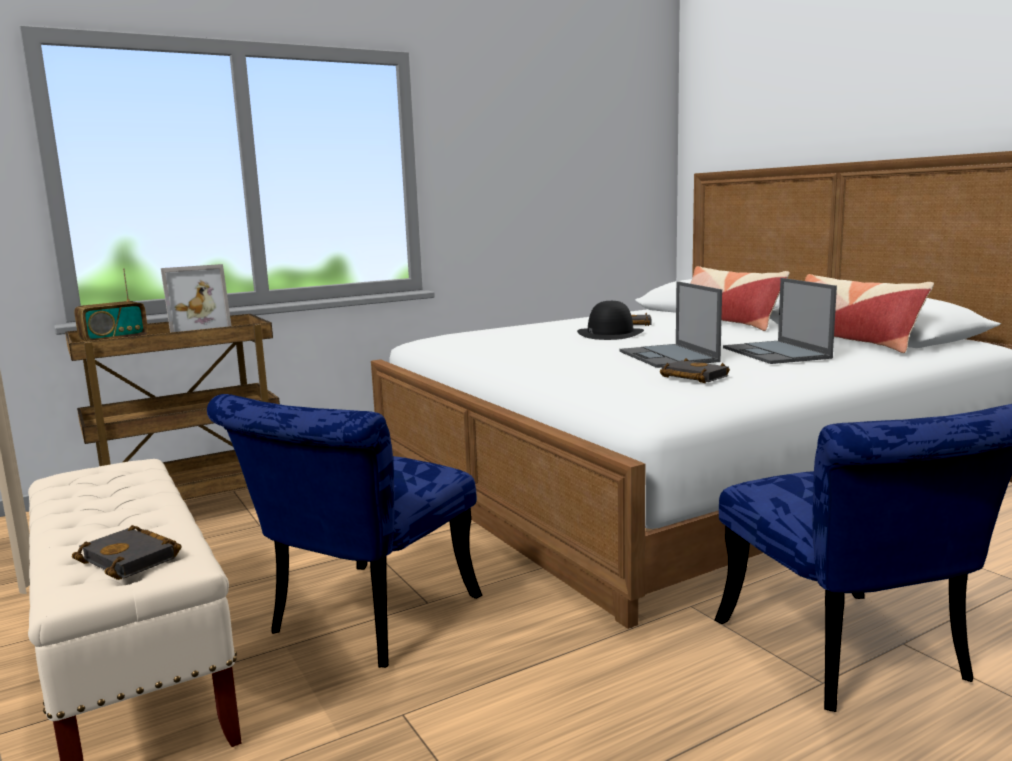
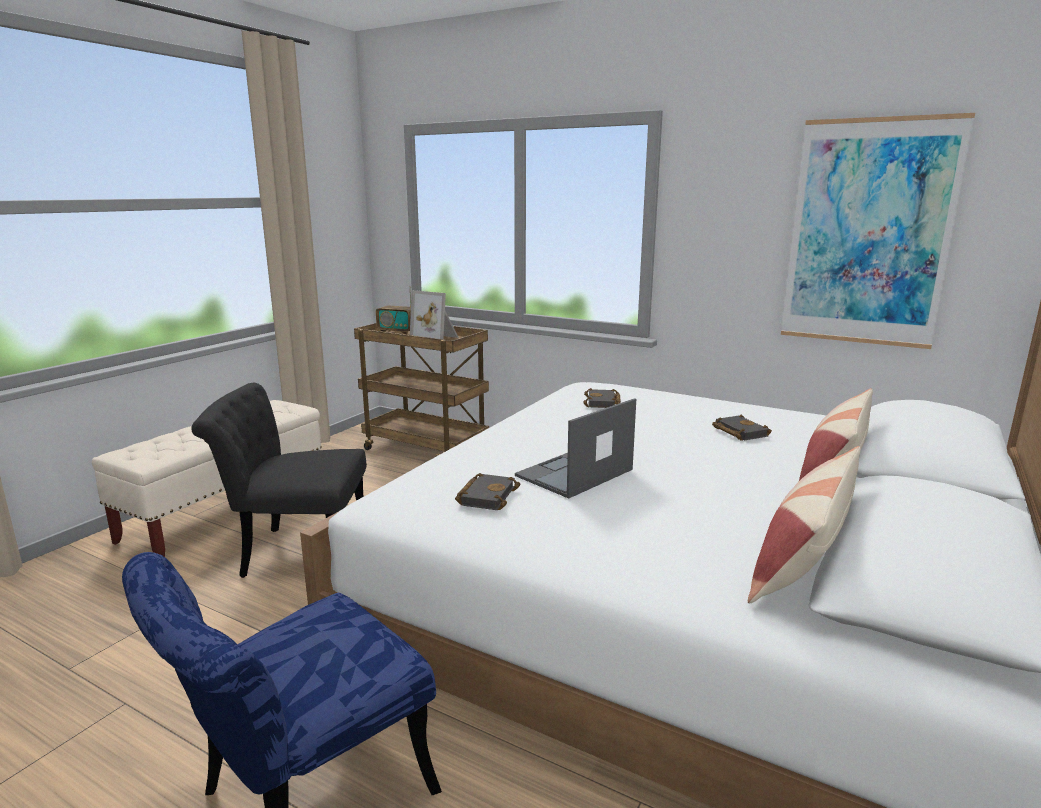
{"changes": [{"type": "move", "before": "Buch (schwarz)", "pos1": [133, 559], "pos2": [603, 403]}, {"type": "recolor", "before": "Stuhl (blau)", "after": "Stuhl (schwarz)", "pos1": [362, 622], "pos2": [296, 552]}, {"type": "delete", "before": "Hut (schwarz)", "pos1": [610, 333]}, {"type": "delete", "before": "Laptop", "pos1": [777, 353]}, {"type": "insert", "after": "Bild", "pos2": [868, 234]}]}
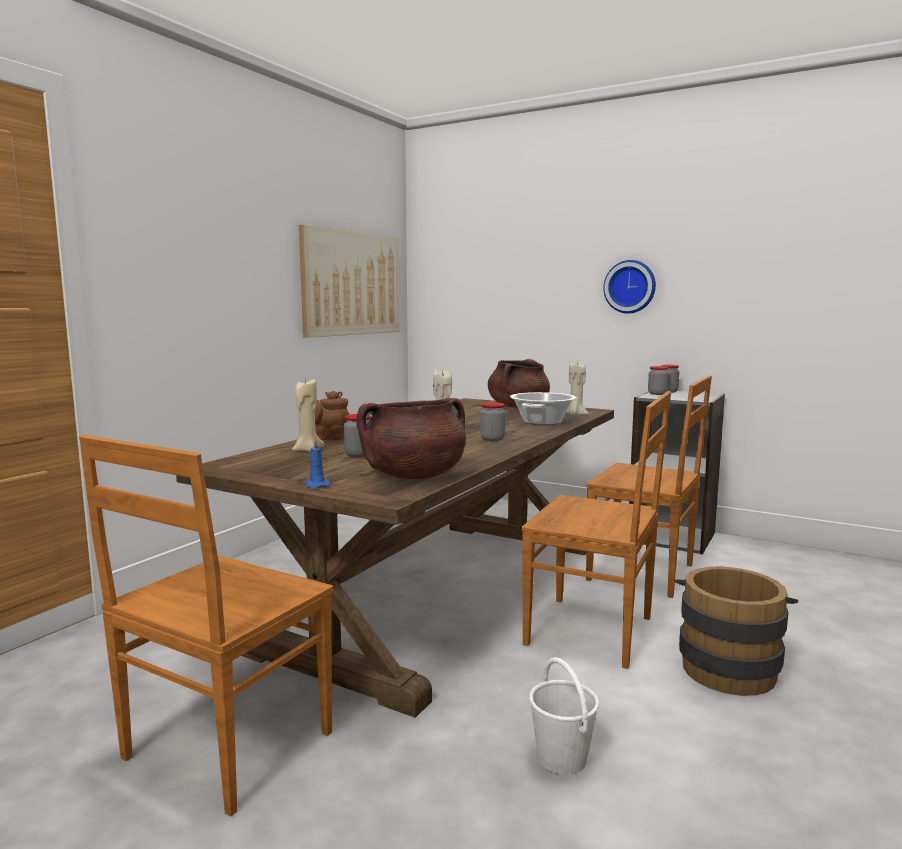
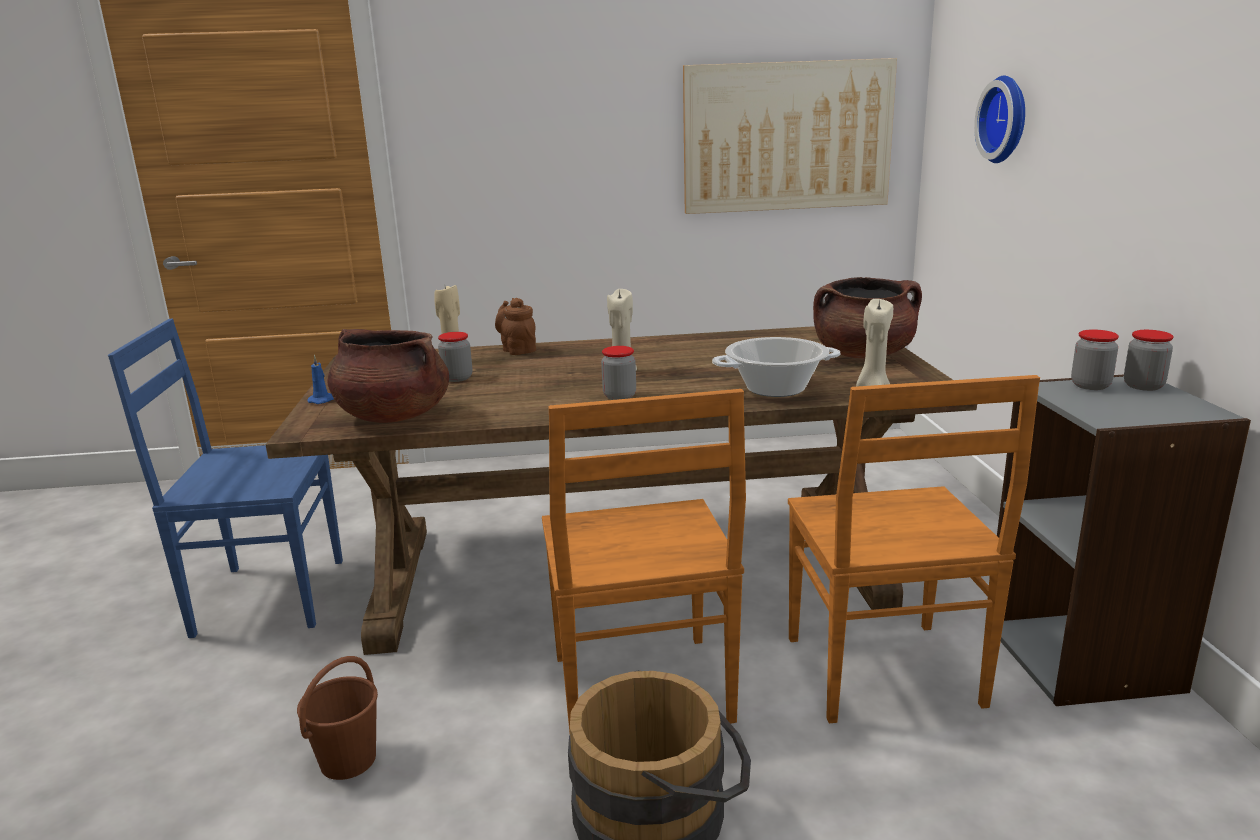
{"changes": [{"type": "recolor", "before": "Stuhl (braun)", "after": "Stuhl (blau)", "pos1": [224, 748], "pos2": [265, 597]}, {"type": "recolor", "before": "Eimer (weiß)", "after": "Eimer (braun)", "pos1": [562, 759], "pos2": [347, 761]}, {"type": "move", "before": "Wanduhr", "pos1": [630, 287], "pos2": [1007, 119]}]}
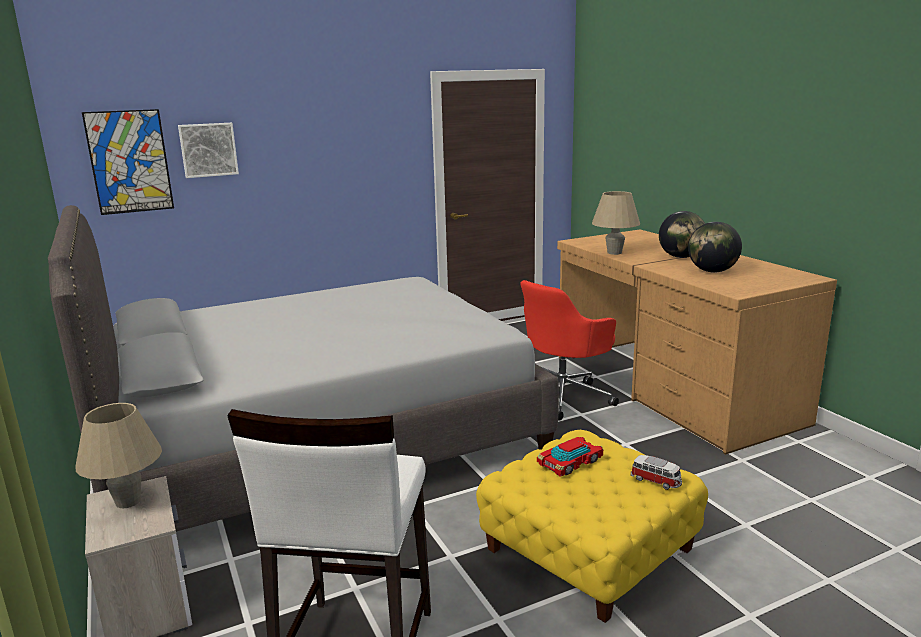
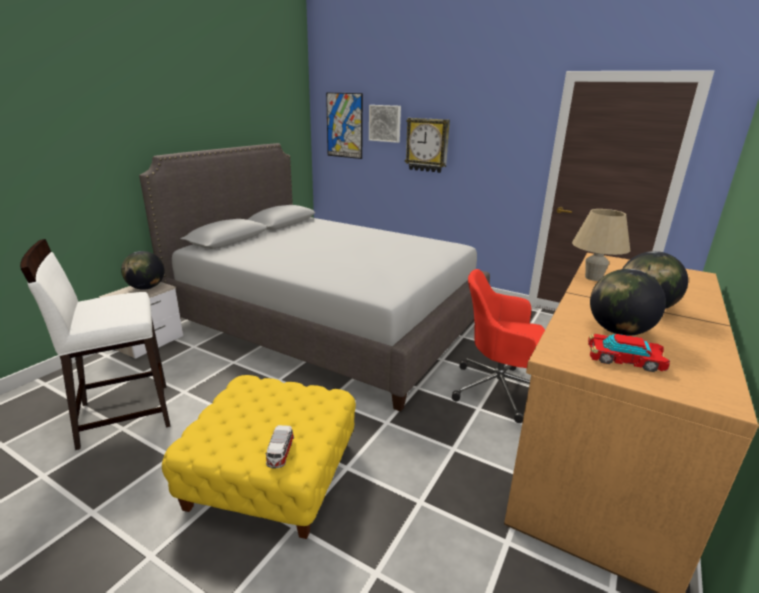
{"changes": [{"type": "replace", "before": "Tischlampe (beige)", "after": "Globus", "pos1": [128, 501], "pos2": [146, 288]}, {"type": "move", "before": "Spielzeugauto", "pos1": [571, 462], "pos2": [624, 359]}, {"type": "insert", "after": "Wanduhr", "pos2": [427, 145]}]}
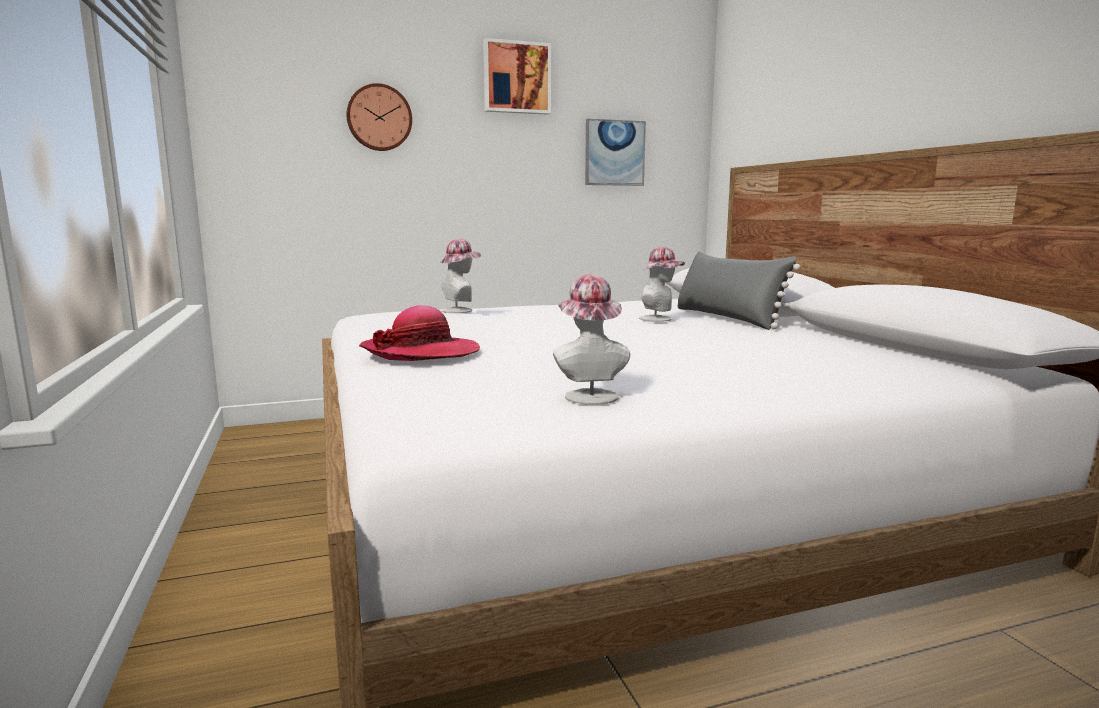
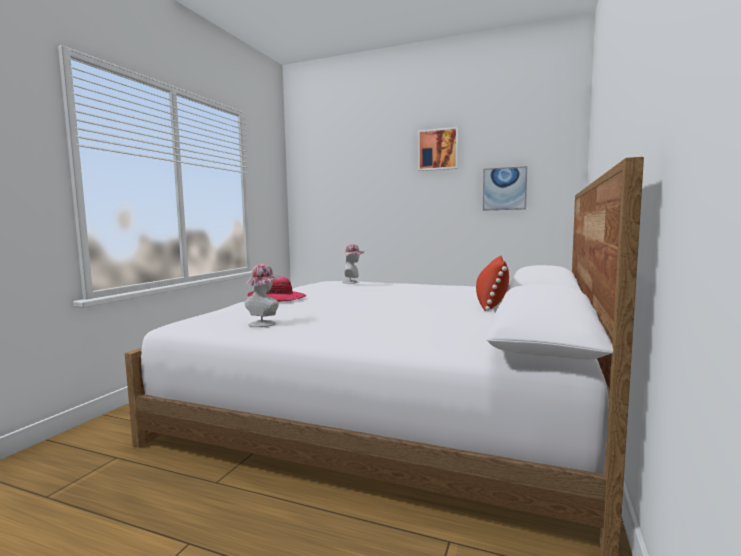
{"changes": [{"type": "delete", "before": "Wanduhr", "pos1": [379, 118]}, {"type": "delete", "before": "Hut", "pos1": [659, 319]}, {"type": "recolor", "before": "Kissen (grau)", "after": "Kissen (rot)", "pos1": [727, 318], "pos2": [491, 301]}]}
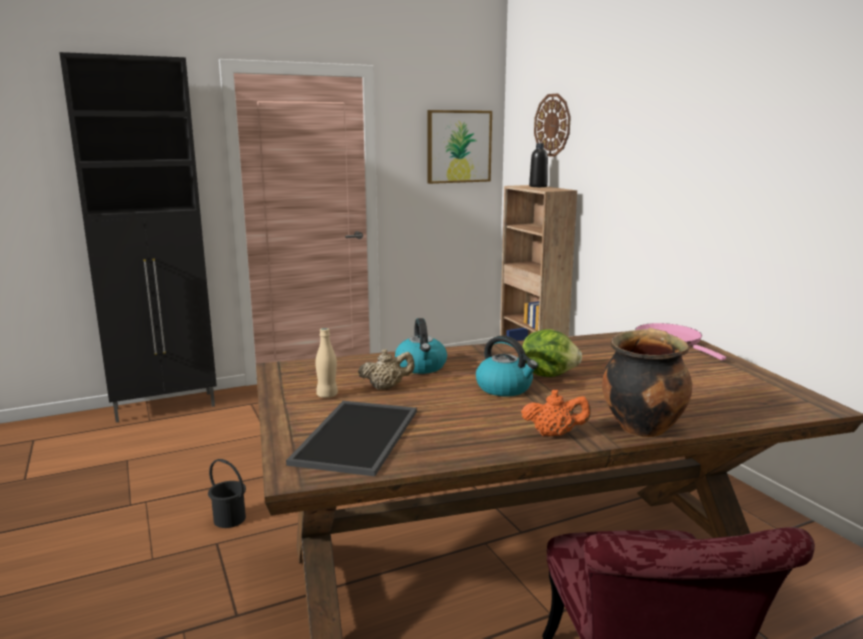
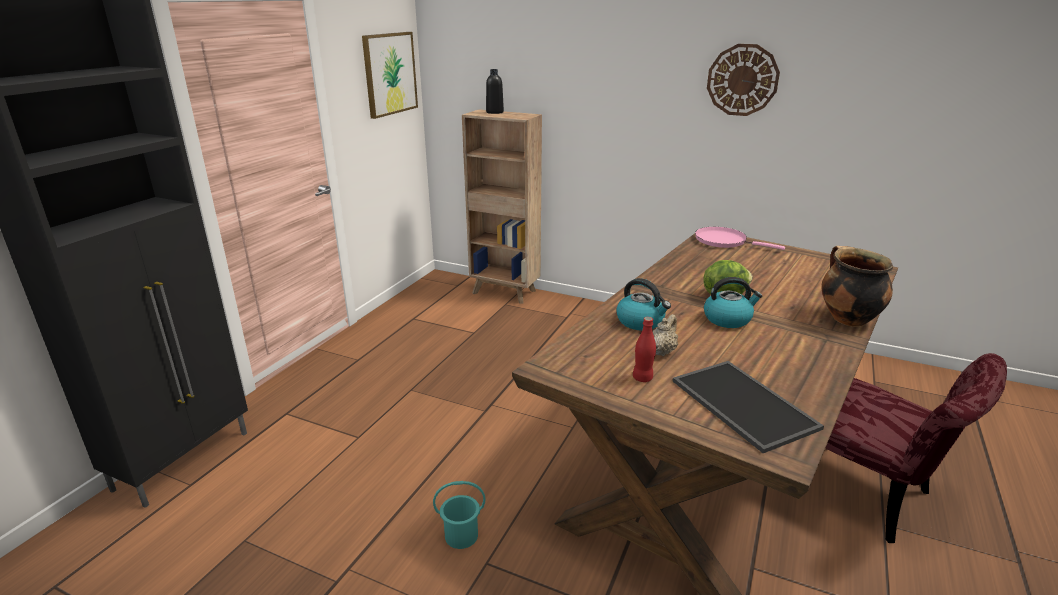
{"changes": [{"type": "recolor", "before": "Eimer (schwarz)", "after": "Eimer (türkis)", "pos1": [229, 519], "pos2": [461, 536]}, {"type": "recolor", "before": "Flasche (beige)", "after": "Flasche (rot)", "pos1": [327, 395], "pos2": [642, 378]}, {"type": "delete", "before": "Teekanne (orange)", "pos1": [554, 434]}, {"type": "move", "before": "Wanduhr", "pos1": [552, 125], "pos2": [742, 80]}]}
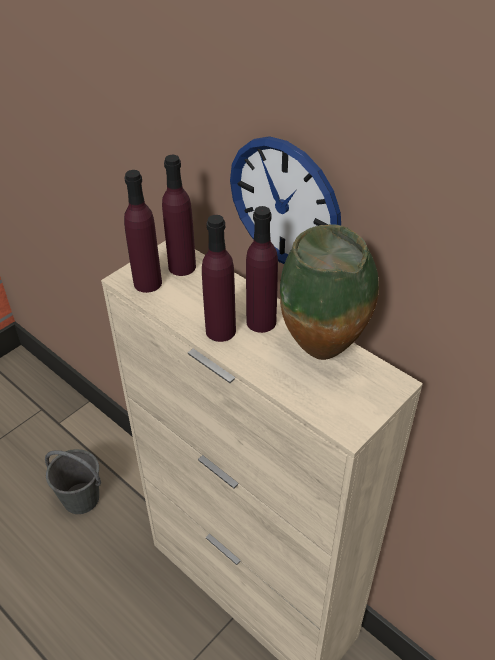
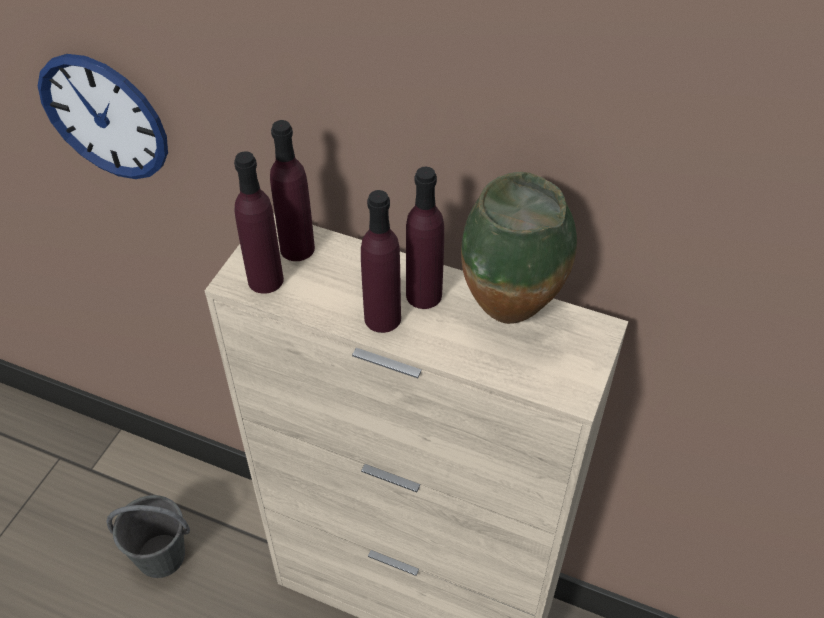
{"changes": [{"type": "move", "before": "Wanduhr", "pos1": [285, 204], "pos2": [104, 117]}]}
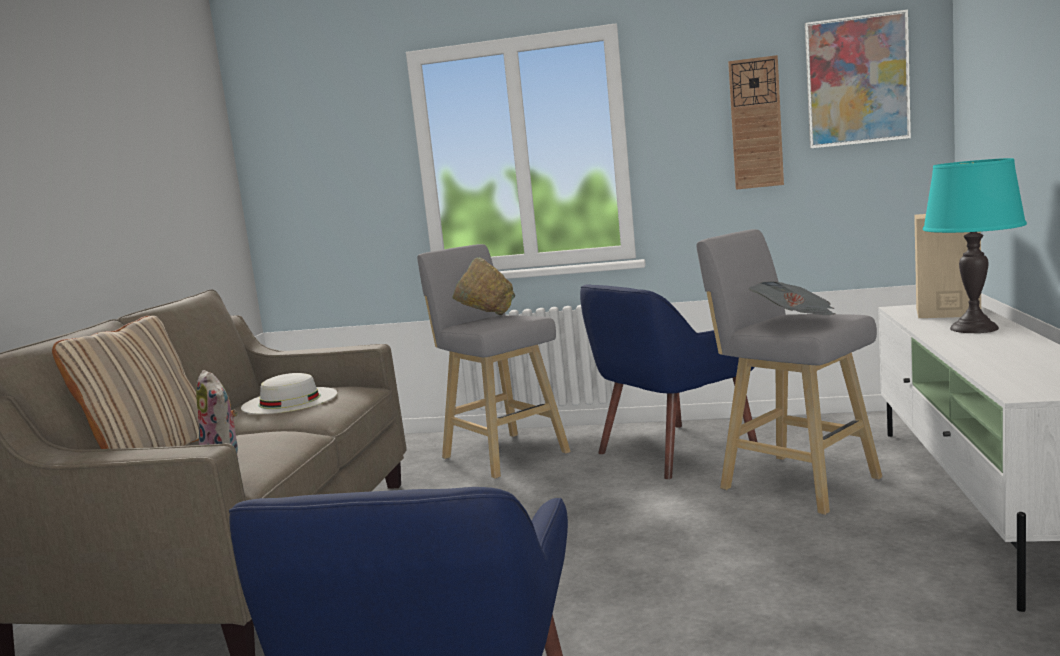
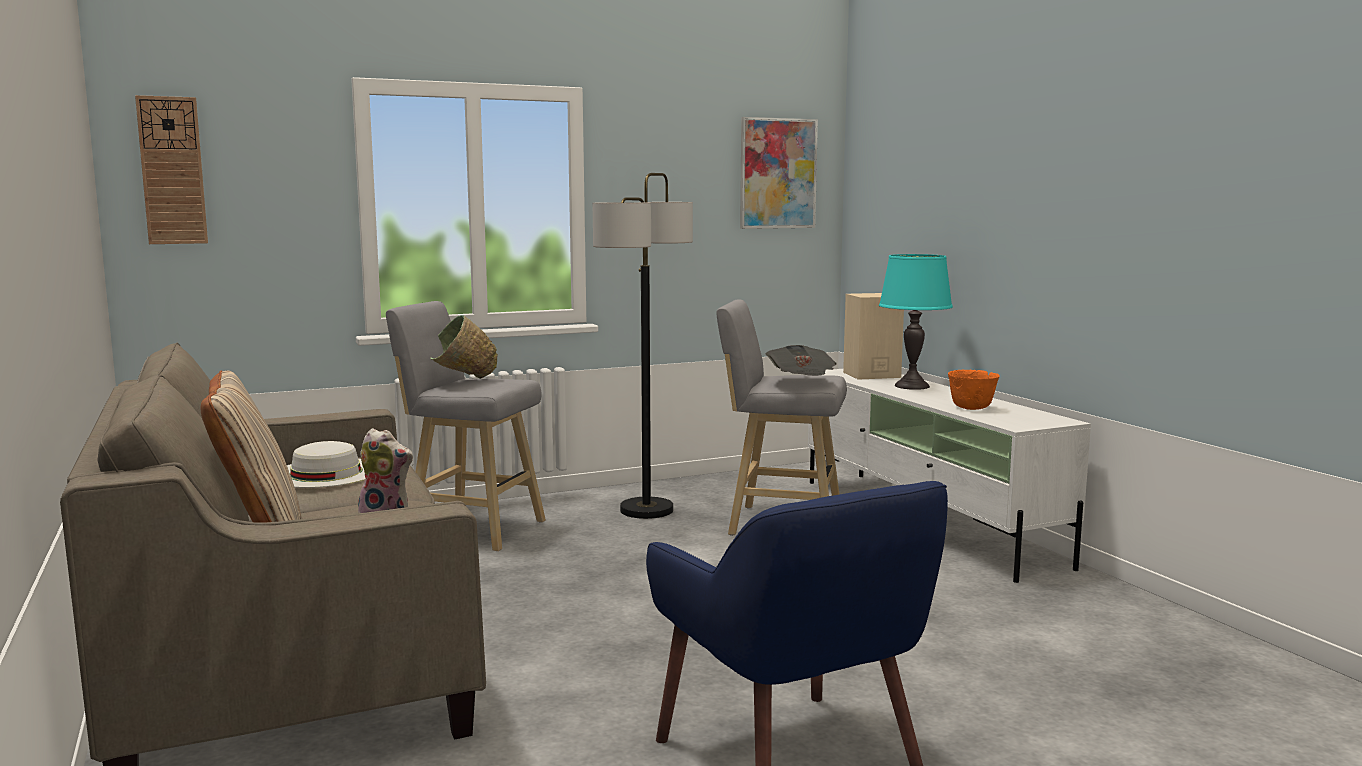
{"changes": [{"type": "replace", "before": "Sessel (blau)", "after": "Stehlampe", "pos1": [673, 451], "pos2": [646, 510]}, {"type": "move", "before": "Wanduhr", "pos1": [756, 123], "pos2": [172, 171]}, {"type": "insert", "after": "Schüssel (orange)", "pos2": [972, 408]}]}
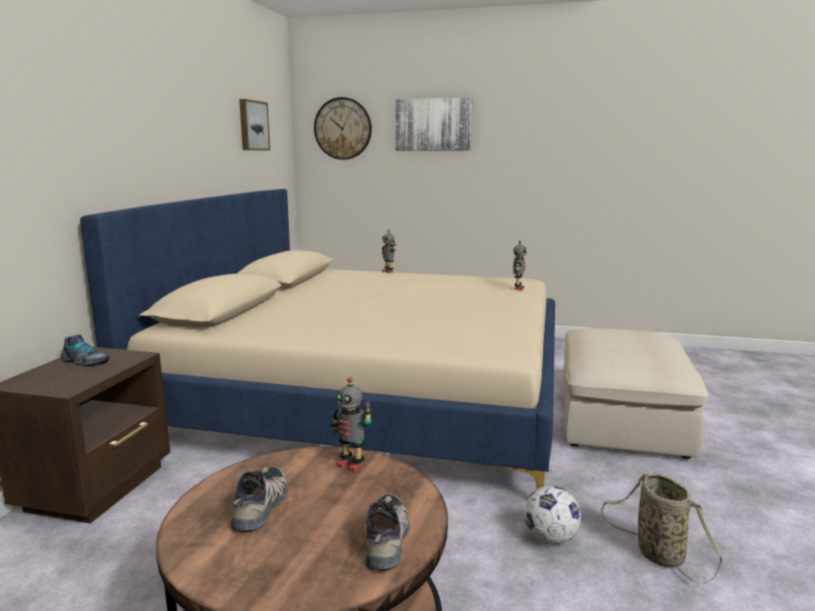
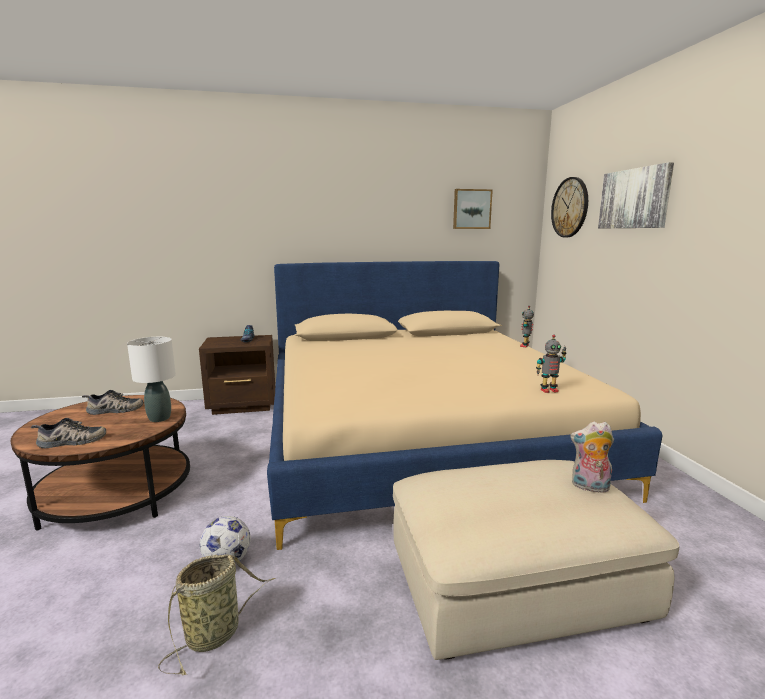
{"changes": [{"type": "replace", "before": "Spielzeugroboter", "after": "Tischlampe (weiß)", "pos1": [351, 464], "pos2": [159, 418]}, {"type": "insert", "after": "Plüschtier", "pos2": [589, 487]}]}
